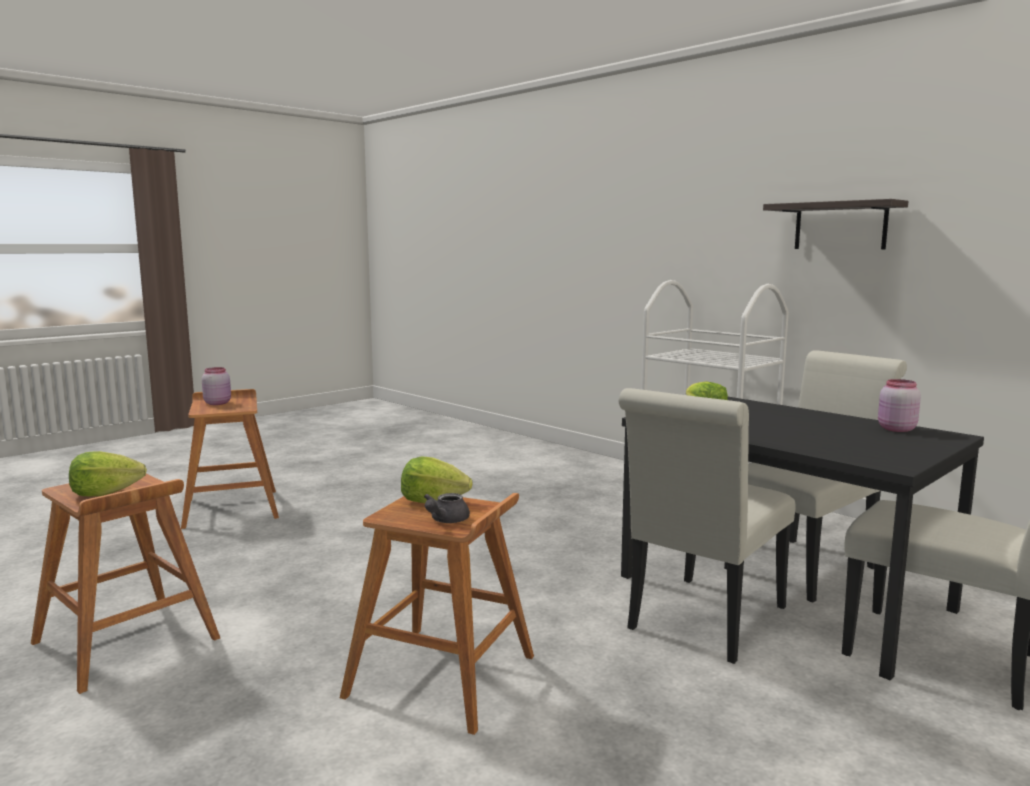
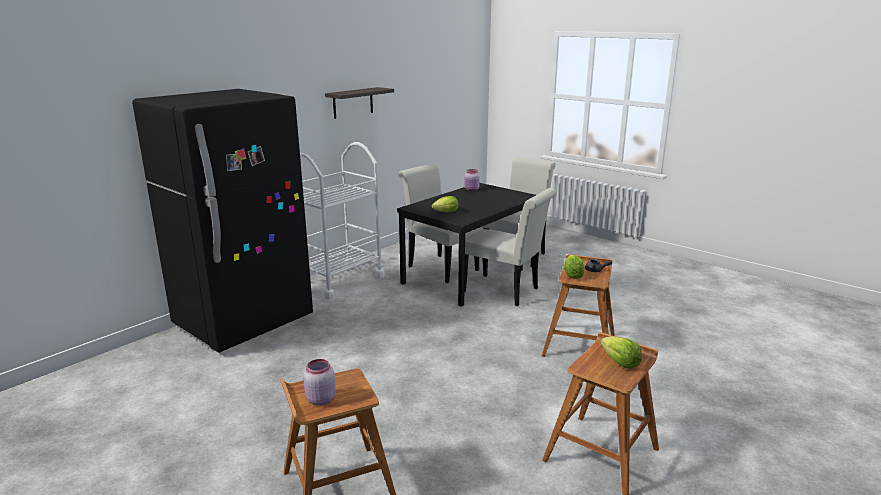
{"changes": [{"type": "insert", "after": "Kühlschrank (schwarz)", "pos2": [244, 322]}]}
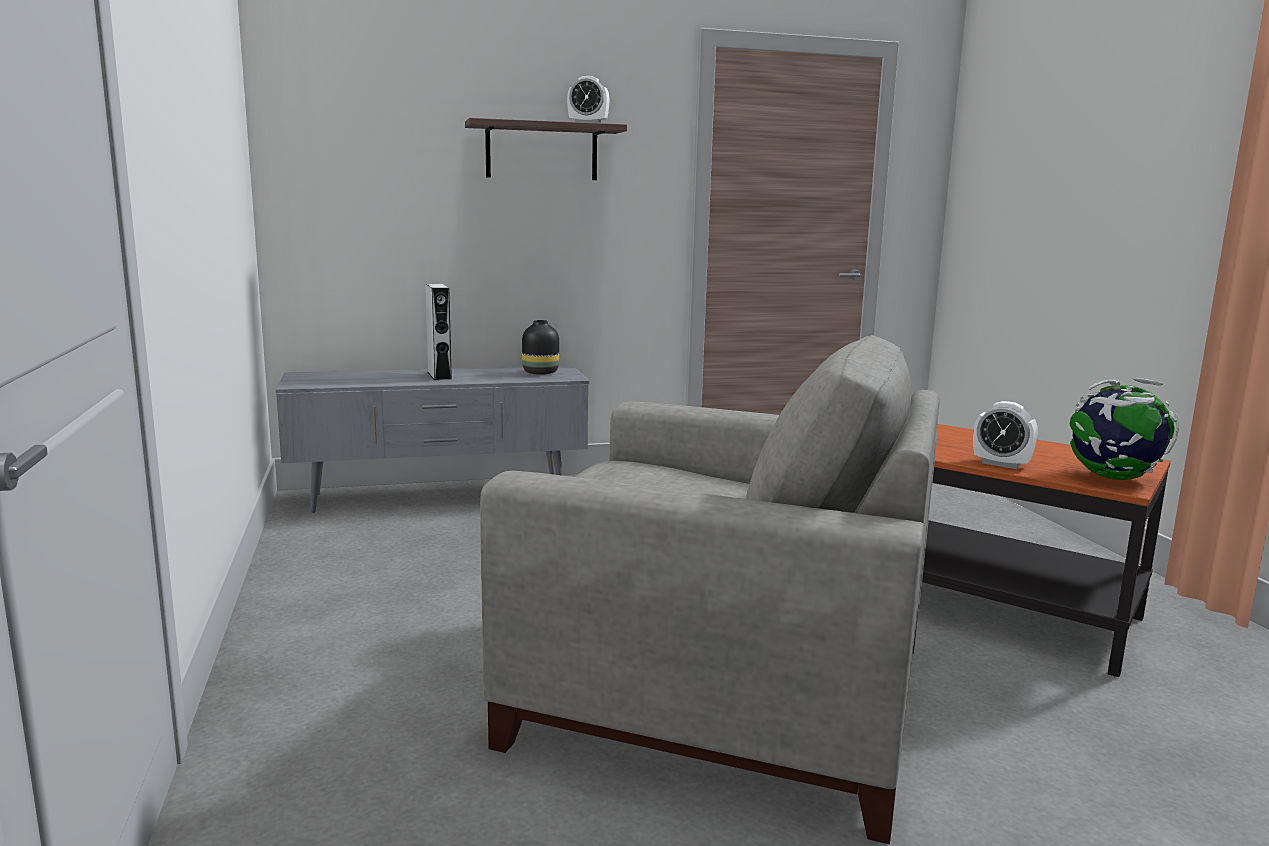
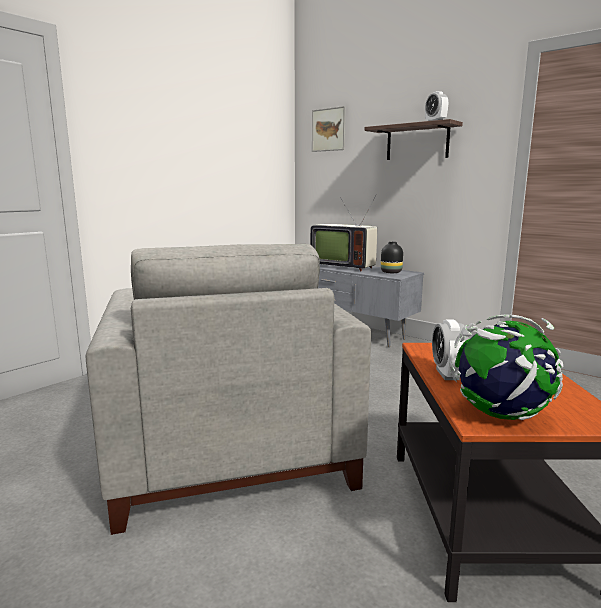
{"changes": [{"type": "replace", "before": "Lautsprecher (grau)", "after": "Fernseher", "pos1": [439, 375], "pos2": [343, 266]}, {"type": "insert", "after": "Bild", "pos2": [328, 129]}]}
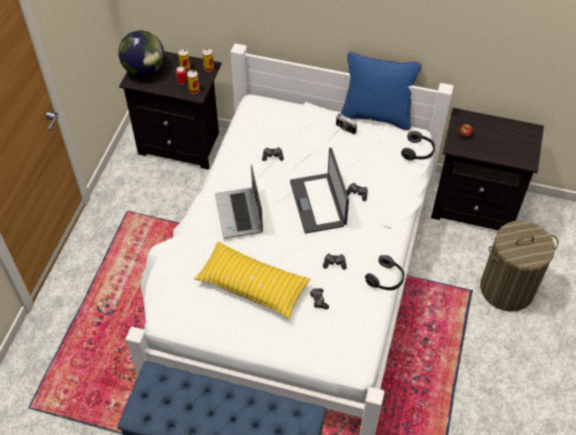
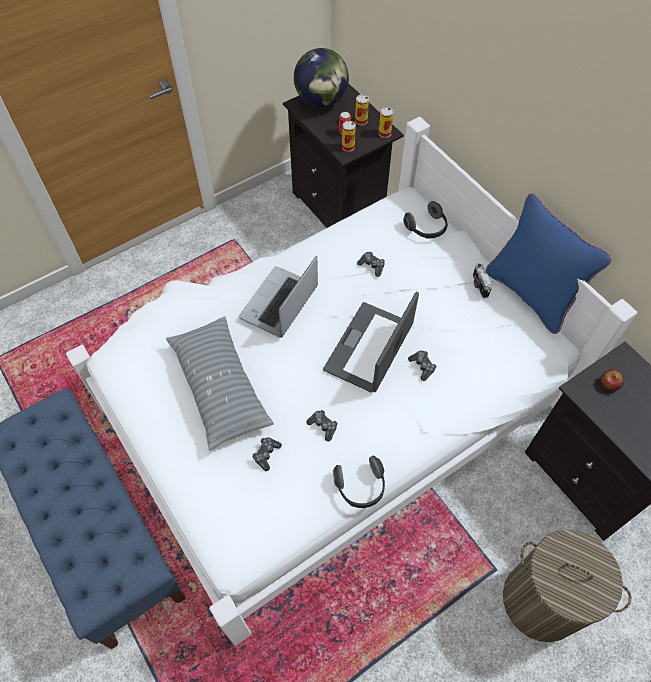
{"changes": [{"type": "recolor", "before": "Kissen (gelb)", "after": "Kissen (grau)", "pos1": [252, 285], "pos2": [220, 387]}, {"type": "move", "before": "Kopfhörer", "pos1": [418, 152], "pos2": [427, 228]}]}
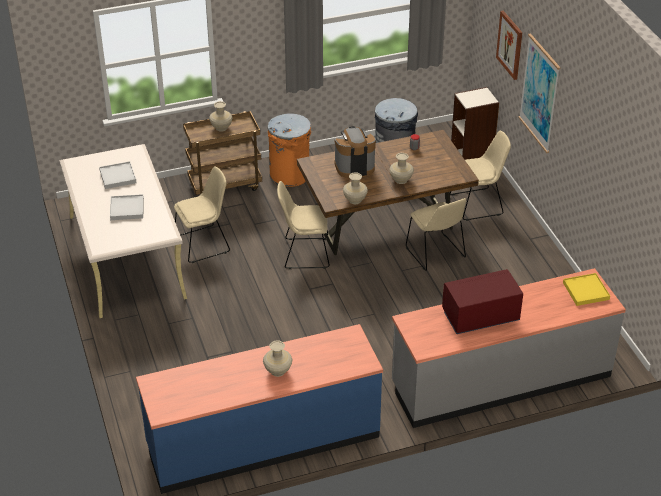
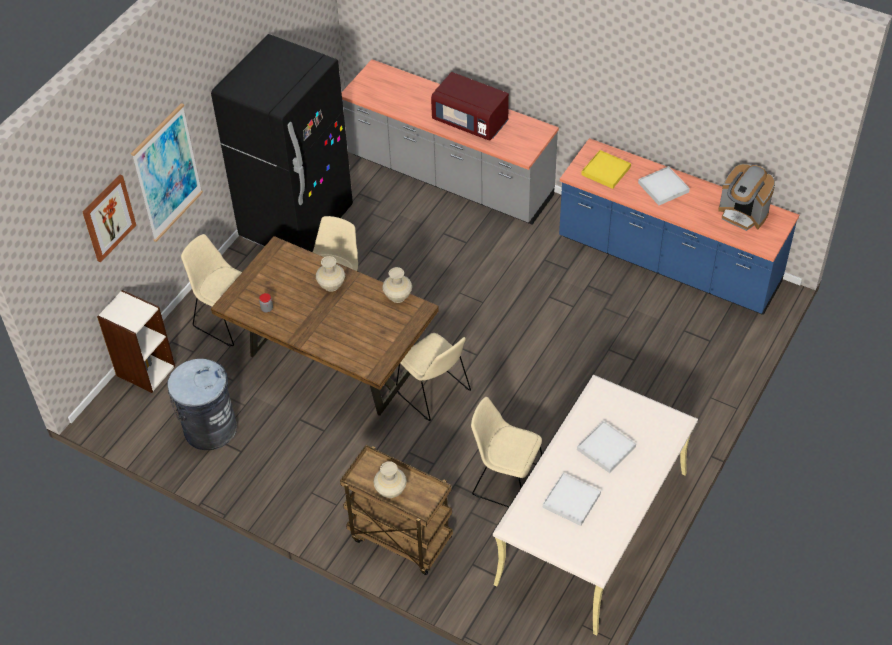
{"changes": [{"type": "replace", "before": "Vase (beige)", "after": "Tablett (weiß)", "pos1": [278, 371], "pos2": [663, 187]}, {"type": "delete", "before": "Mülleimer (orange)", "pos1": [290, 175]}, {"type": "move", "before": "Kaffeemaschine", "pos1": [354, 167], "pos2": [743, 214]}, {"type": "move", "before": "Tablett (gelb)", "pos1": [585, 291], "pos2": [606, 171]}, {"type": "insert", "after": "Kühlschrank (schwarz)", "pos2": [297, 223]}]}
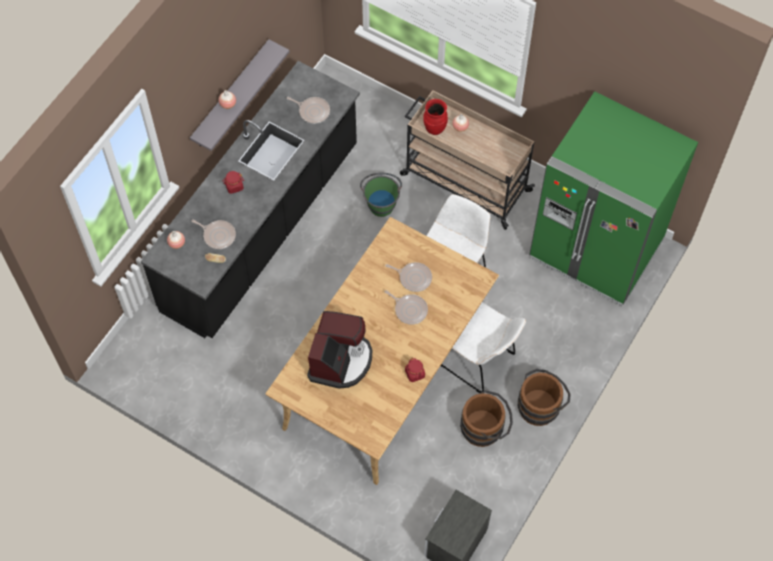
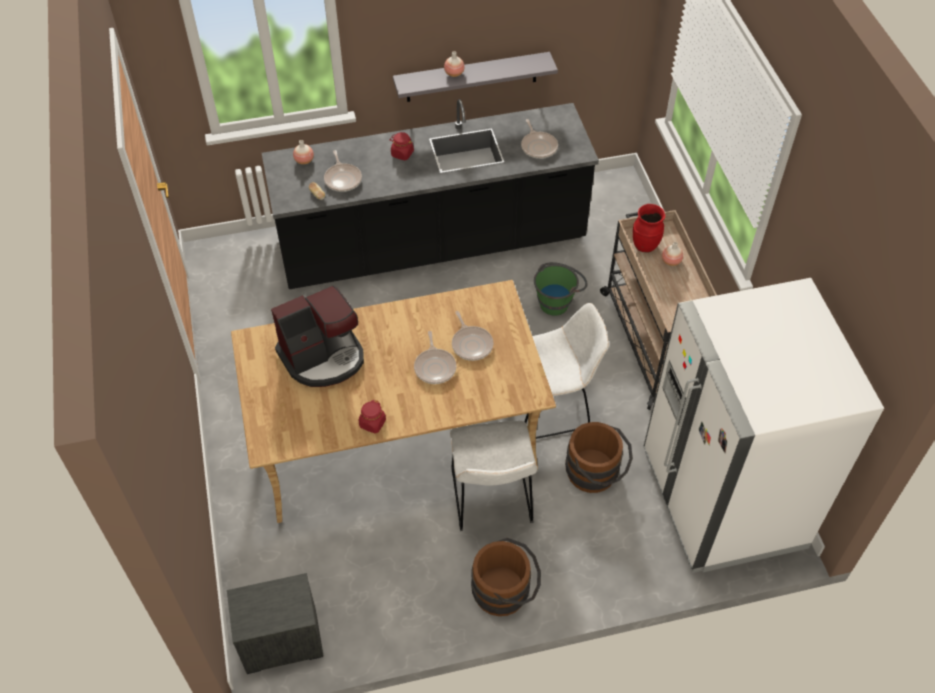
{"changes": [{"type": "move", "before": "Eimer (braun)", "pos1": [485, 428], "pos2": [595, 474]}, {"type": "recolor", "before": "Kühlschrank (grün)", "after": "Kühlschrank (weiß)", "pos1": [595, 250], "pos2": [722, 499]}]}
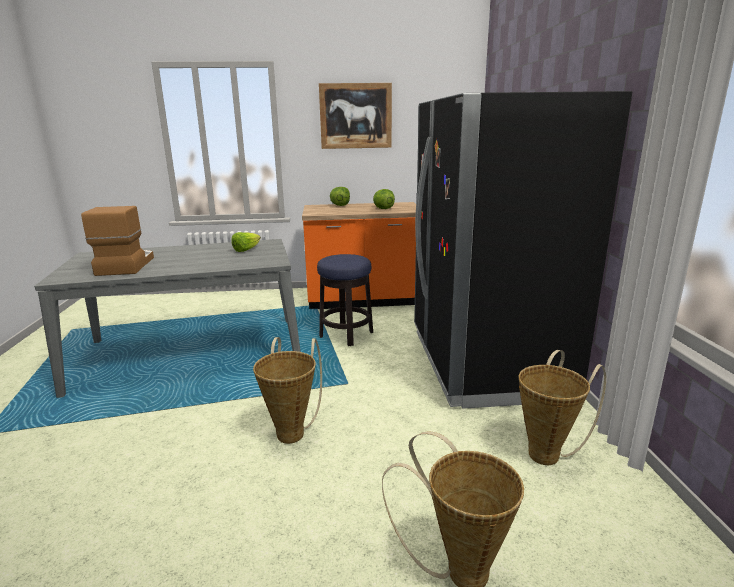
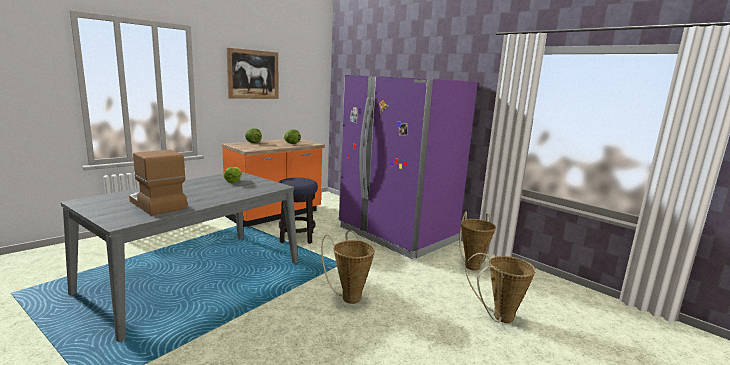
{"changes": [{"type": "recolor", "before": "Kühlschrank (schwarz)", "after": "Kühlschrank (lila)", "pos1": [485, 363], "pos2": [397, 234]}]}
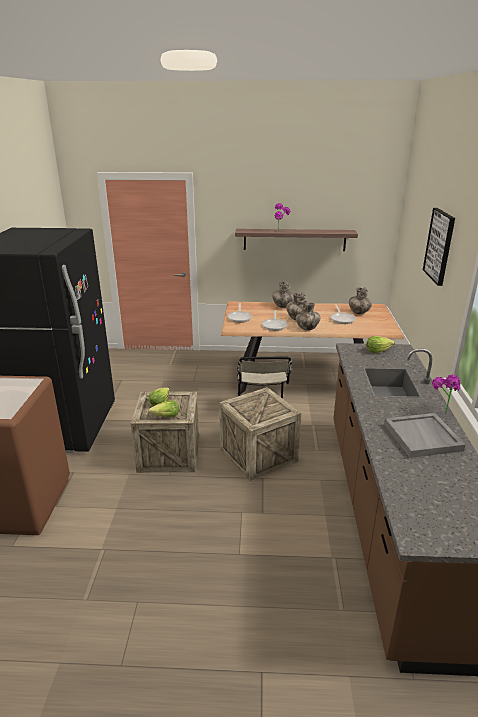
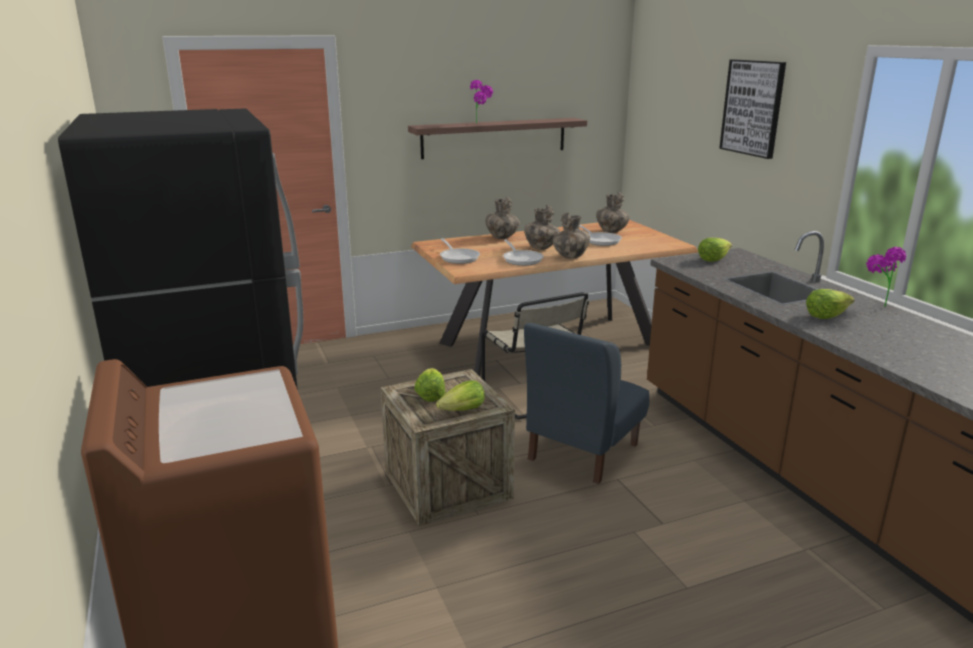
{"changes": [{"type": "replace", "before": "Kiste", "after": "Stuhl (blau)", "pos1": [258, 455], "pos2": [582, 451]}, {"type": "delete", "before": "Tablett (grau)", "pos1": [423, 437]}, {"type": "insert", "after": "Salatkopf", "pos2": [826, 315]}]}
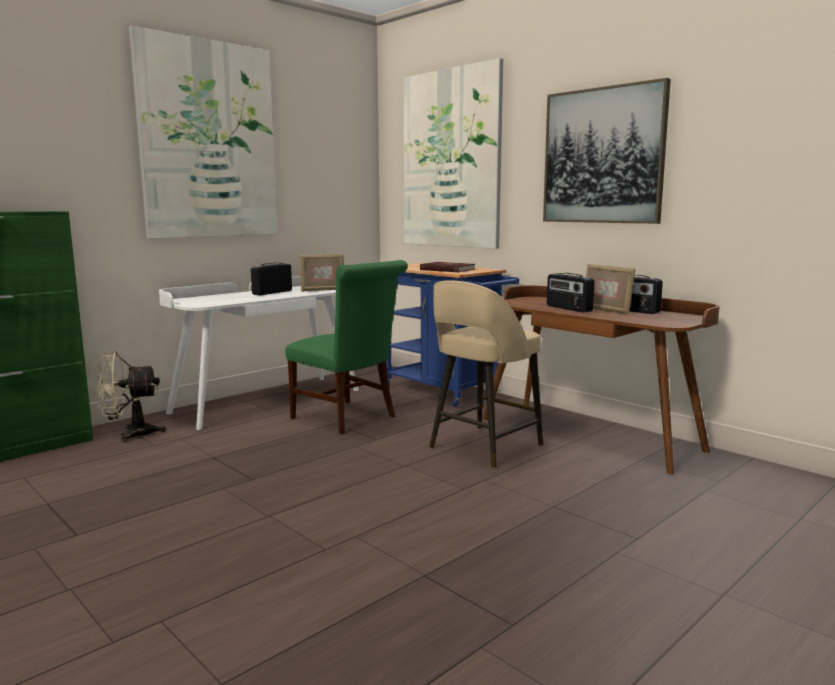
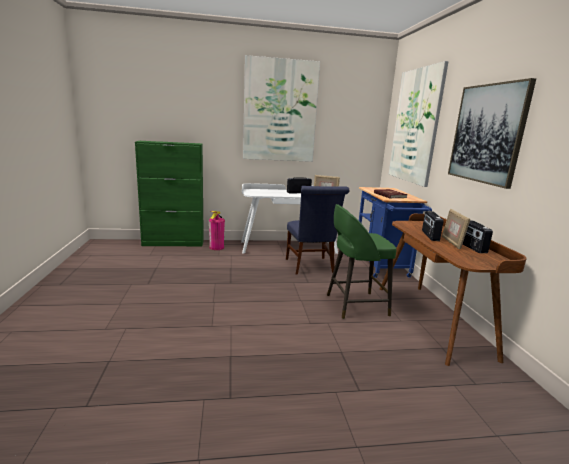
{"changes": [{"type": "replace", "before": "Ventilator (beige)", "after": "Feuerlöscher", "pos1": [130, 434], "pos2": [216, 247]}, {"type": "recolor", "before": "Stuhl (grün)", "after": "Stuhl (blau)", "pos1": [348, 418], "pos2": [311, 267]}, {"type": "recolor", "before": "Hocker (beige)", "after": "Hocker (grün)", "pos1": [483, 447], "pos2": [354, 305]}]}
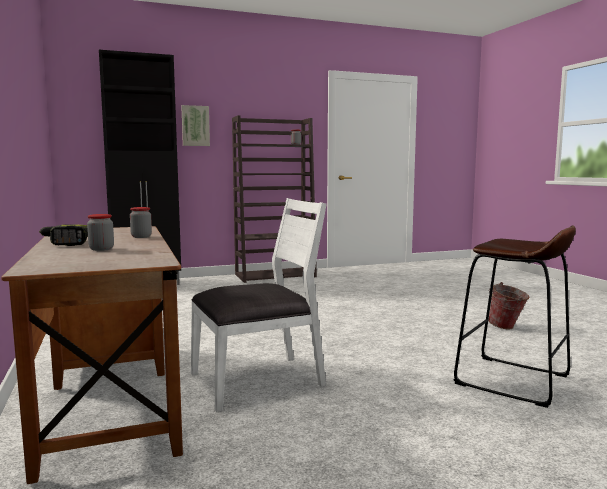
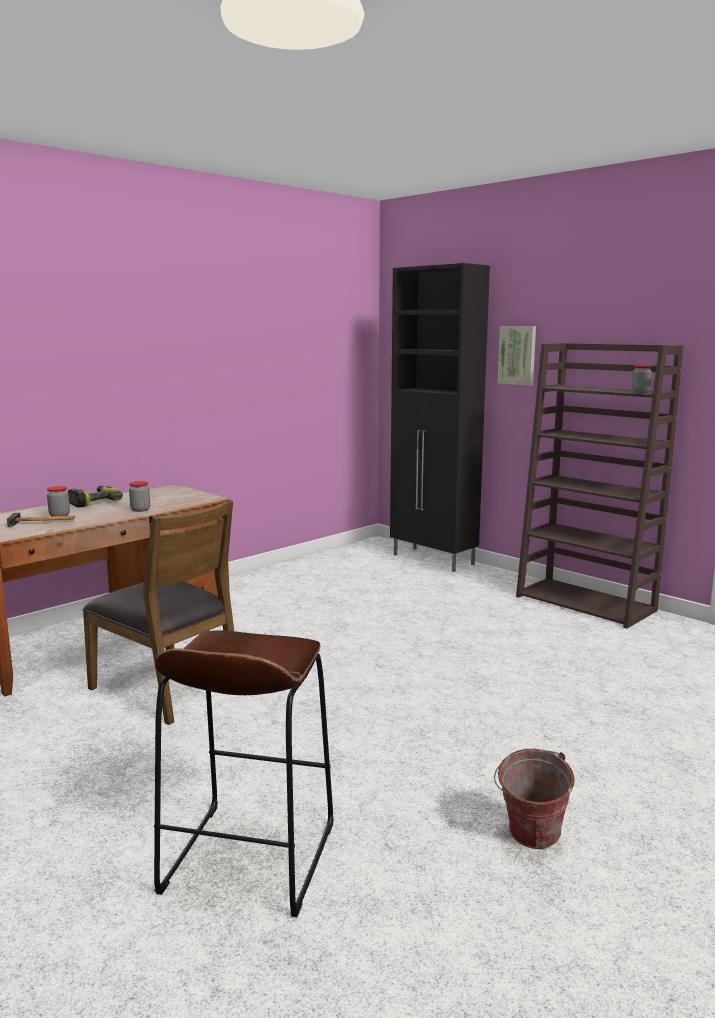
{"changes": [{"type": "recolor", "before": "Stuhl (weiß)", "after": "Stuhl (braun)", "pos1": [258, 380], "pos2": [167, 688]}, {"type": "insert", "after": "Hammer", "pos2": [42, 522]}]}
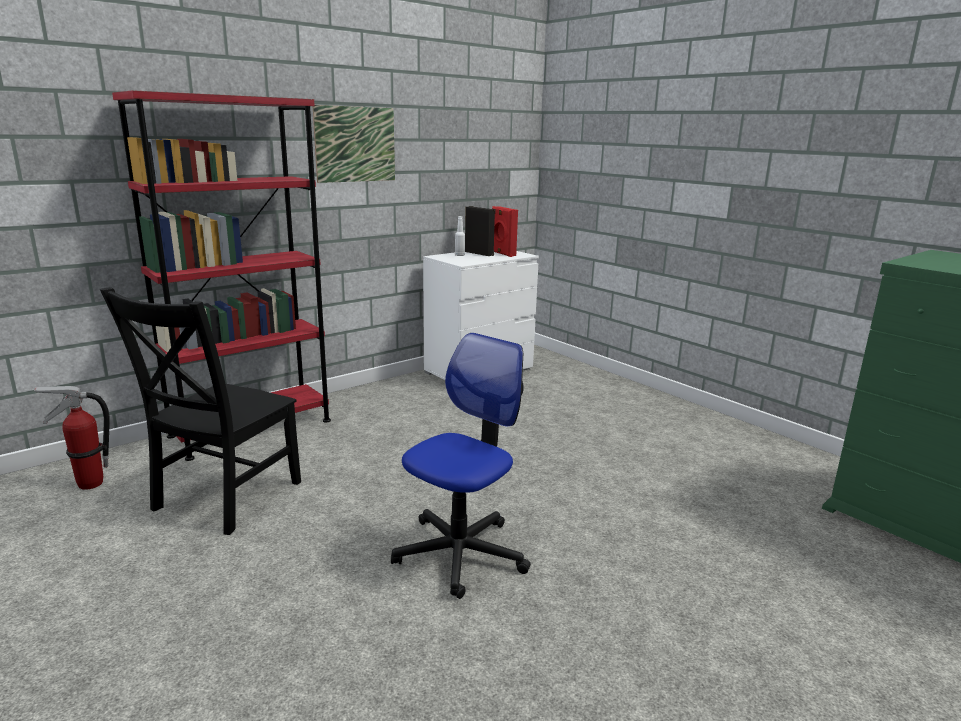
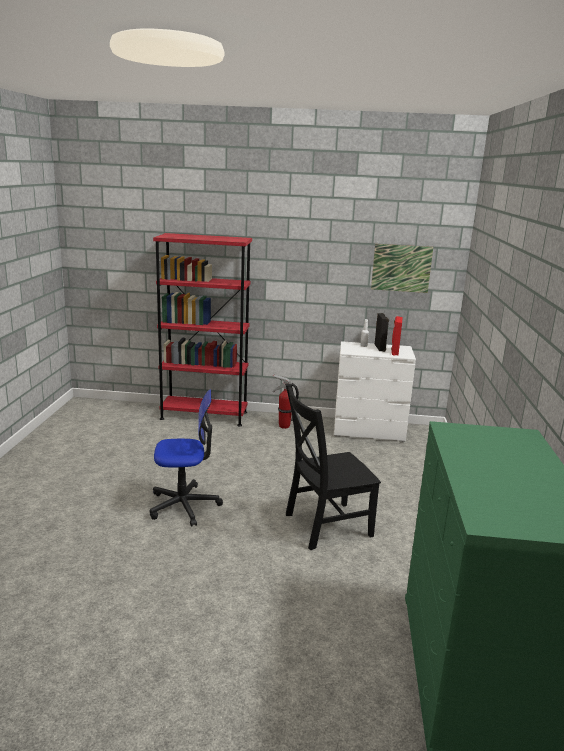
{"changes": [{"type": "move", "before": "Feuerlöscher", "pos1": [89, 484], "pos2": [283, 426]}, {"type": "move", "before": "Stuhl (schwarz)", "pos1": [223, 498], "pos2": [324, 525]}, {"type": "move", "before": "Bild", "pos1": [355, 144], "pos2": [401, 268]}]}
